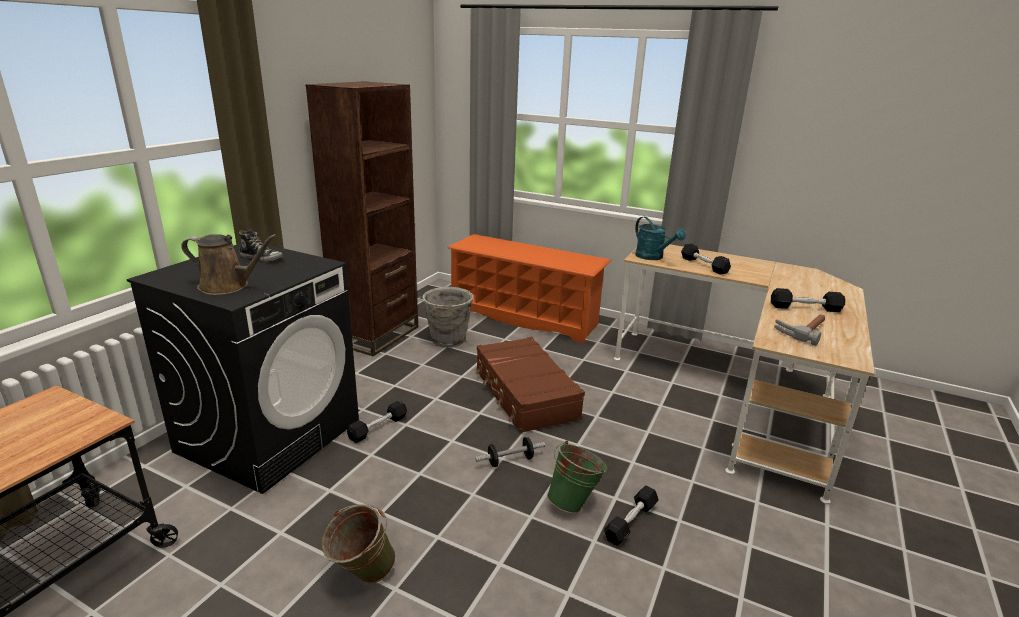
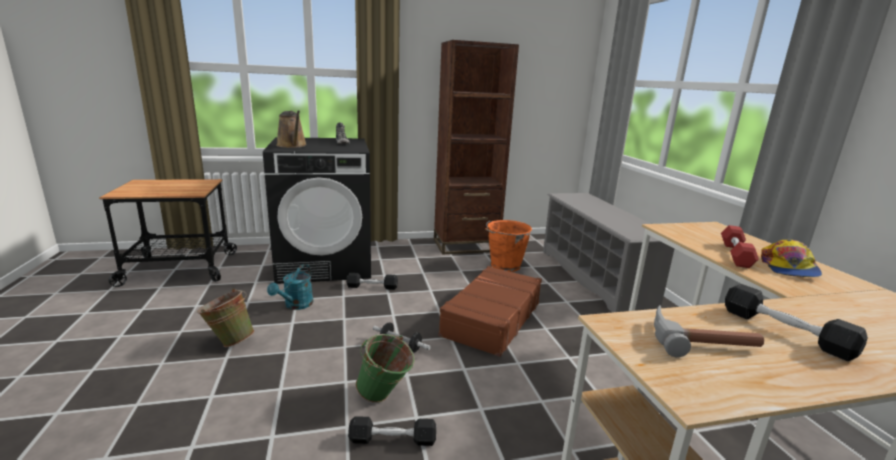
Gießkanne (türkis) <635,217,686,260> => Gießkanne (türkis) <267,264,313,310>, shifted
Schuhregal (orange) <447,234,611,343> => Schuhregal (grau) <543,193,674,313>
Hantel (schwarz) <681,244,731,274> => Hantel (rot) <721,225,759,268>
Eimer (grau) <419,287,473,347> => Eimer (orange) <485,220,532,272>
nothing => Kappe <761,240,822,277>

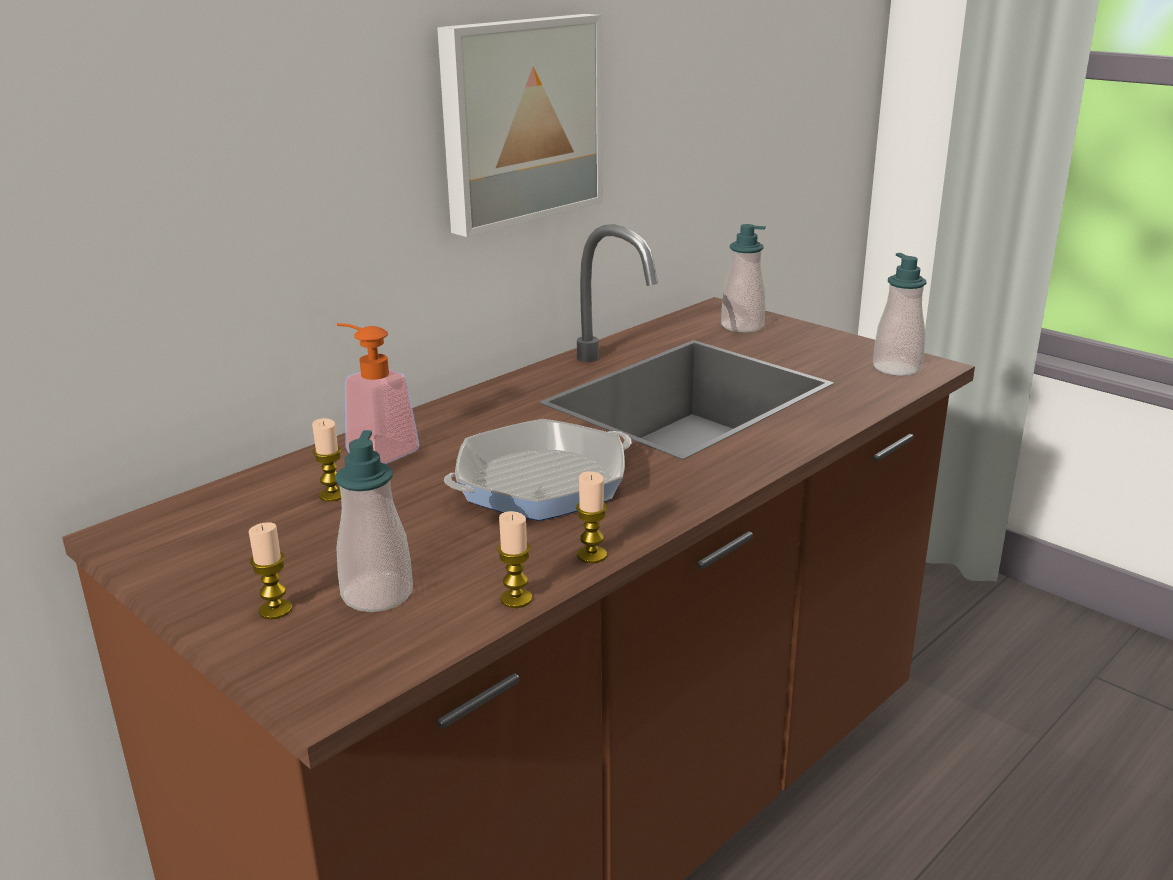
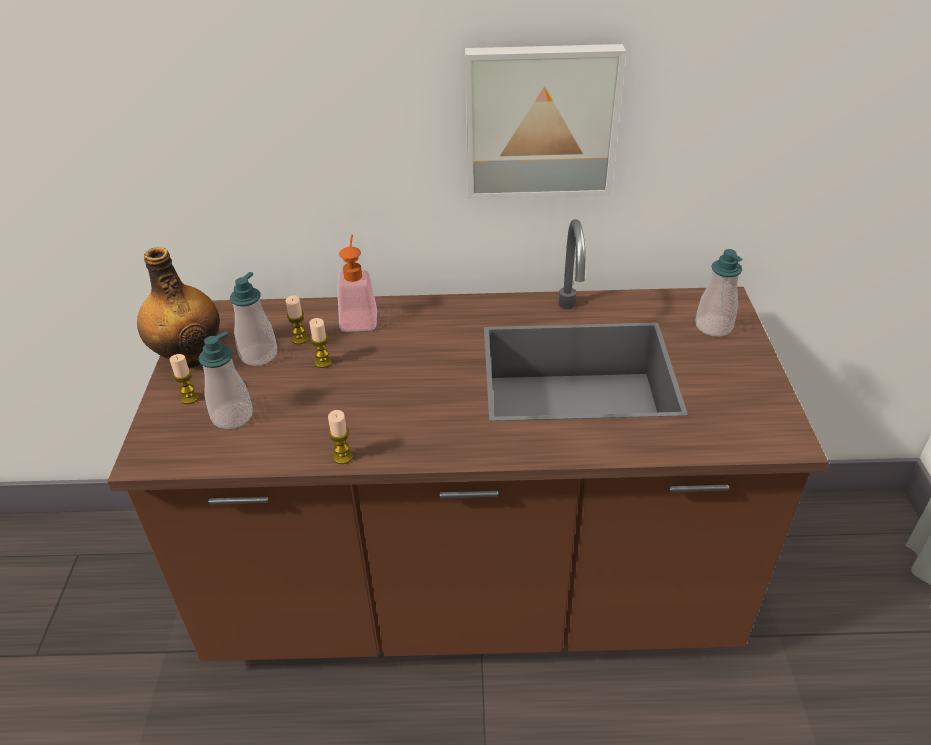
Seifenspender <873,253,926,376> => Seifenspender <230,272,277,366>, shifted
Pfanne <444,419,631,521> => nothing
Kerze <497,511,532,608> => Kerze <309,318,332,368>, shifted
nothing => Flasche <137,247,220,367>

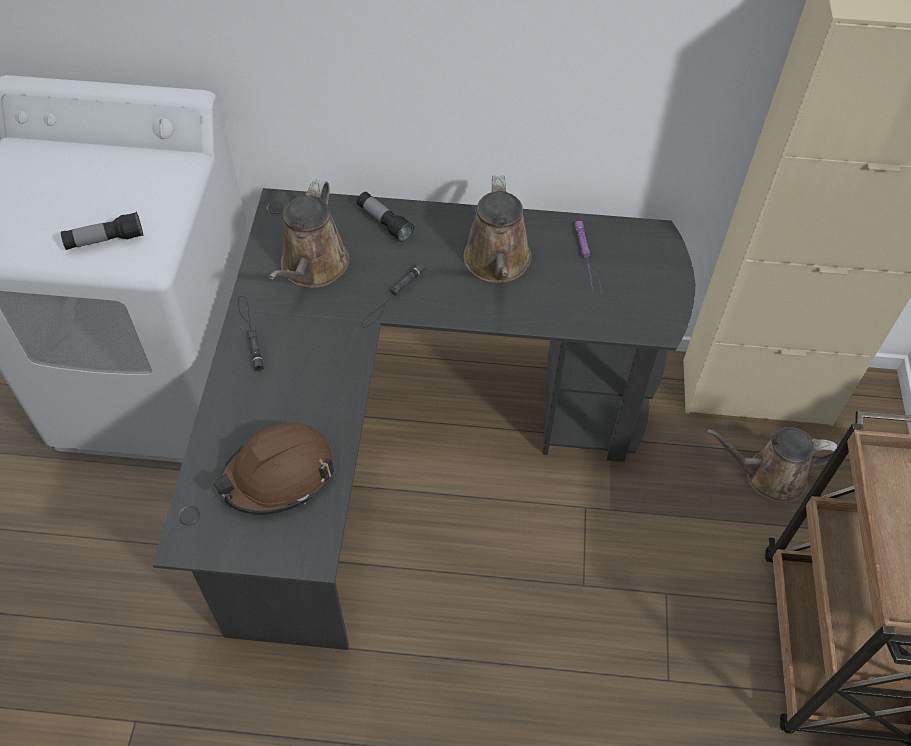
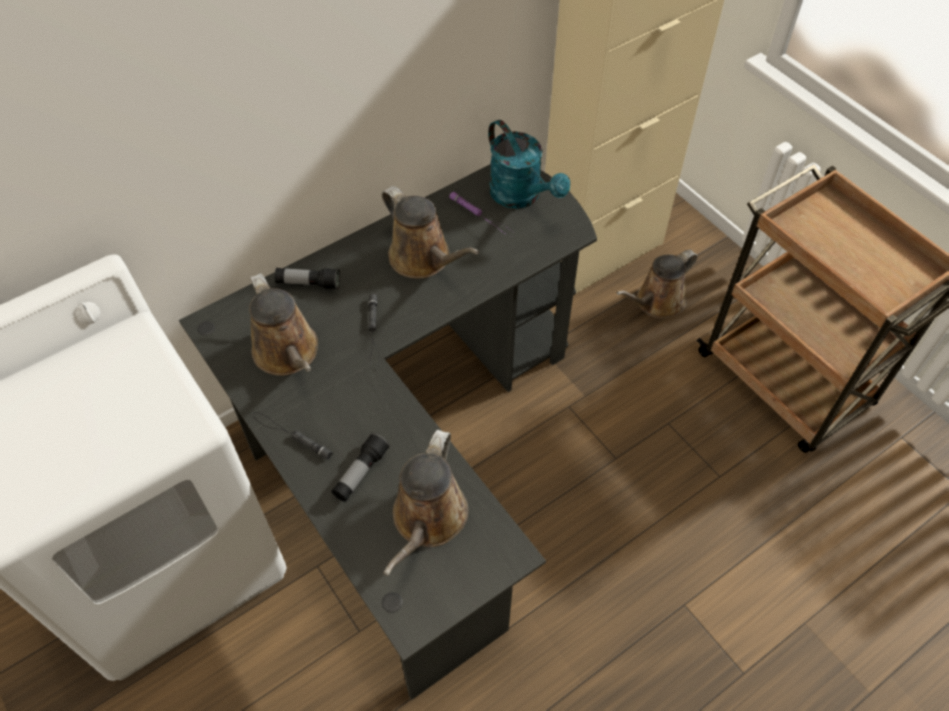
Taschenlampe <61,212,143,250> => Taschenlampe <331,433,390,502>, shifted
Schutzhelm (braun) <214,423,334,515> => Gießkanne (braun) <383,430,468,576>
nothing => Gießkanne (türkis) <488,120,570,209>

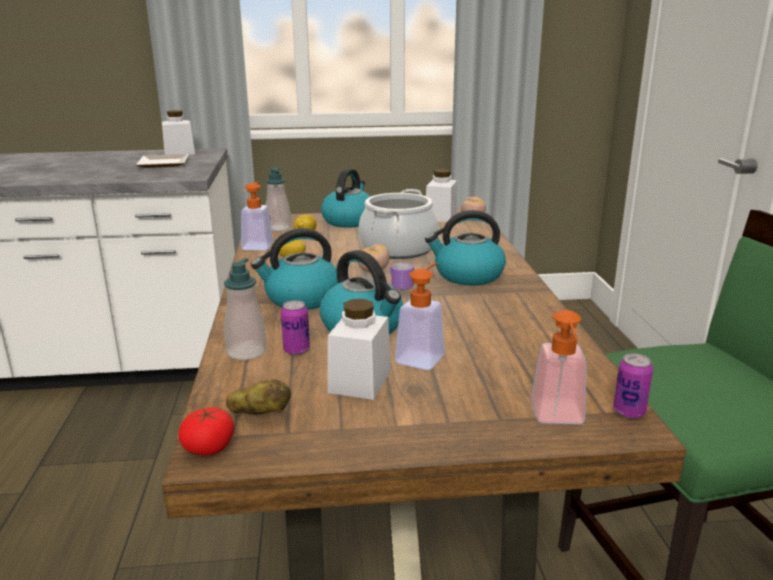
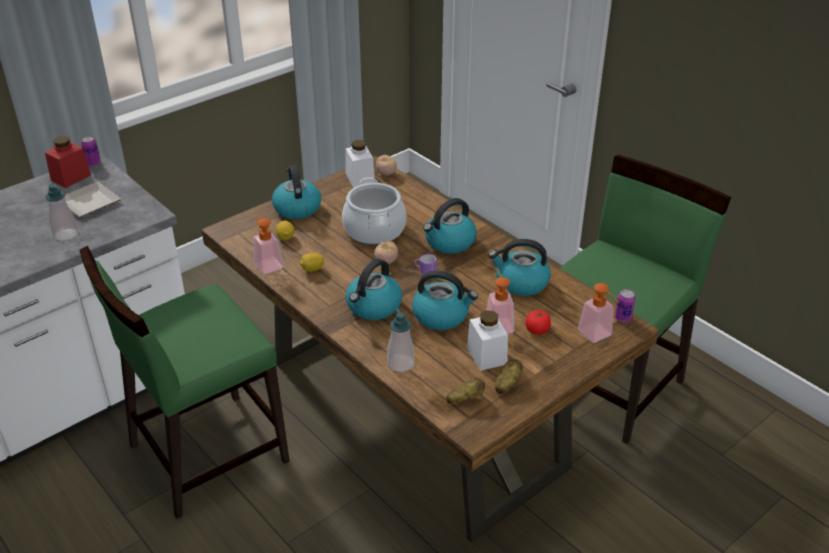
Vorratsglas (weiß) <162,110,195,155> => Vorratsglas (rot) <45,136,91,188>
Seifenspender <265,168,291,231> => Seifenspender <45,184,78,241>, shifted
Dose <281,300,310,355> => Dose <81,136,101,166>, shifted
Tomate <179,407,234,456> => Tomate <526,310,551,335>, shifted
nothing => Wasserkessel <489,239,551,296>
nothing => Stuhl (grün) <80,246,290,519>
nothing => Kartoffel <495,359,523,394>

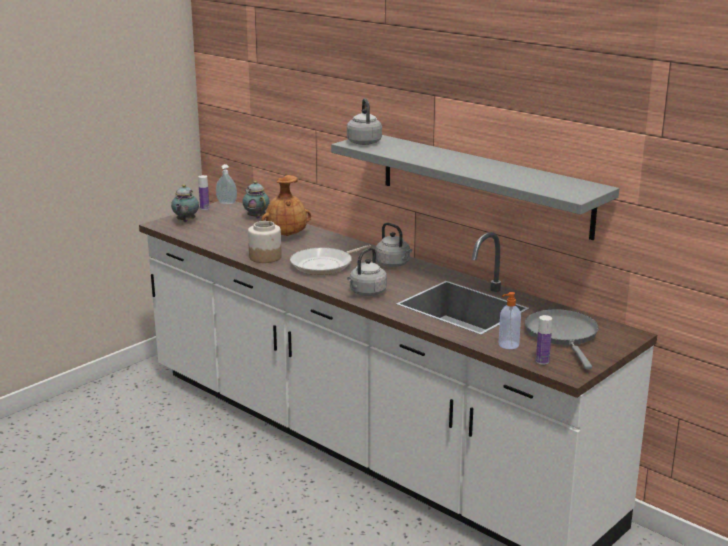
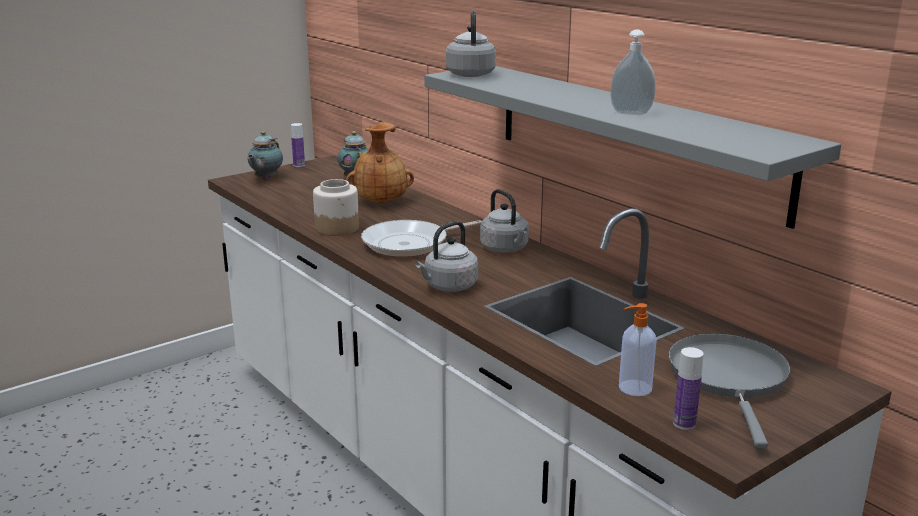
Seifenspender <216,164,237,204> => Seifenspender <610,29,656,115>, shifted

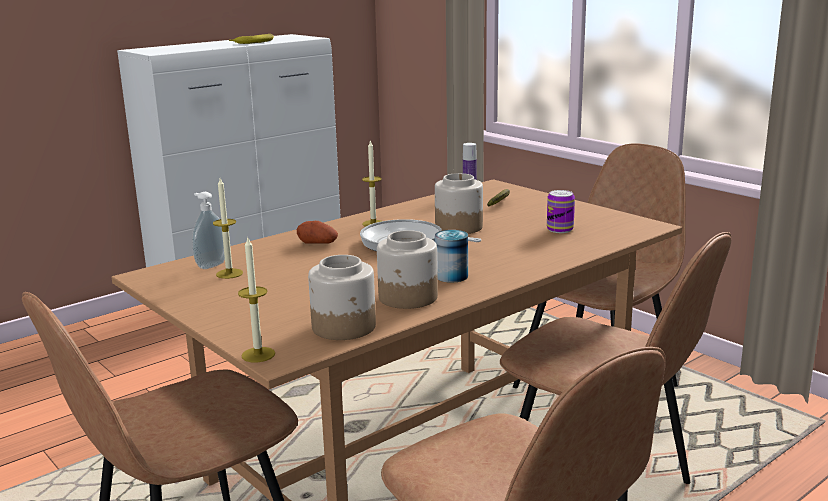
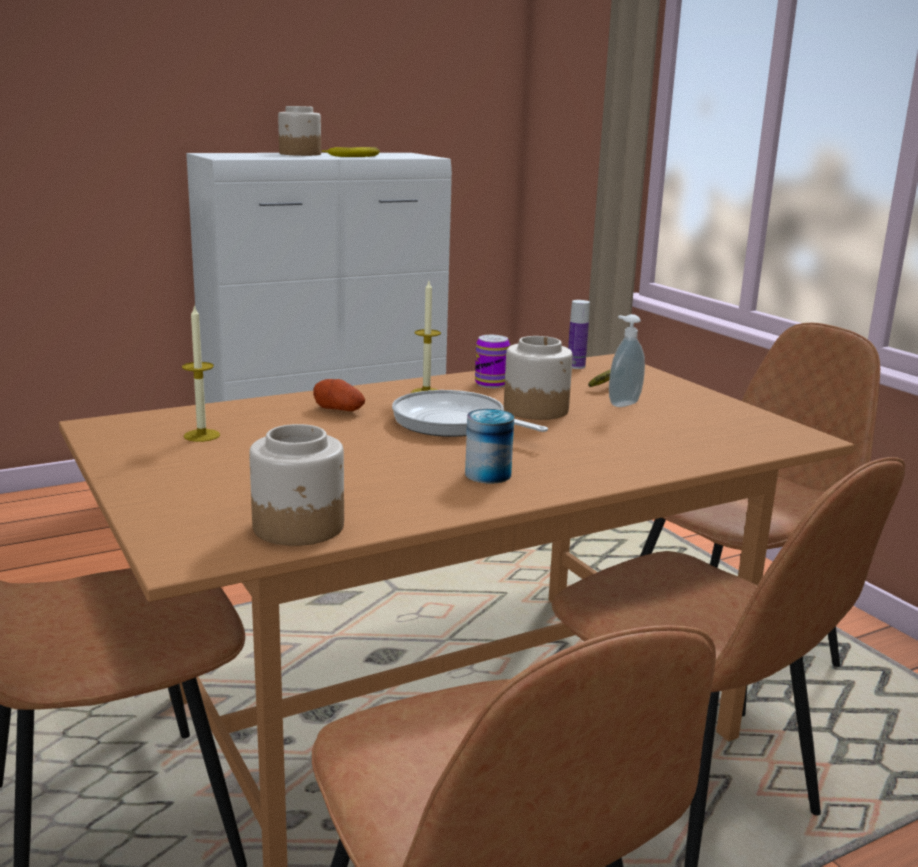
Dose <547,190,575,233> => Dose <475,335,510,388>, shifted
Seifenspender <192,192,225,269> => Seifenspender <609,314,645,407>, shifted
Vorratsglas <377,230,438,309> => Vorratsglas <278,106,321,156>, shifted
Kerze <238,236,275,362> => nothing

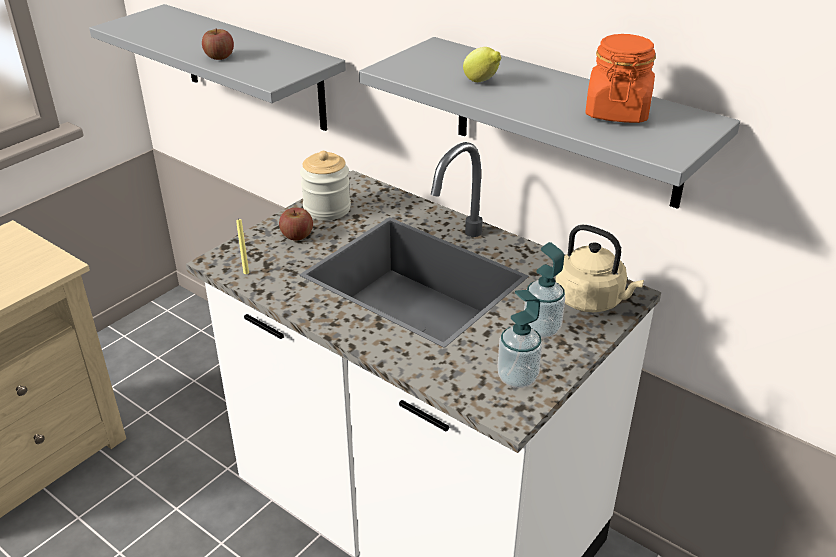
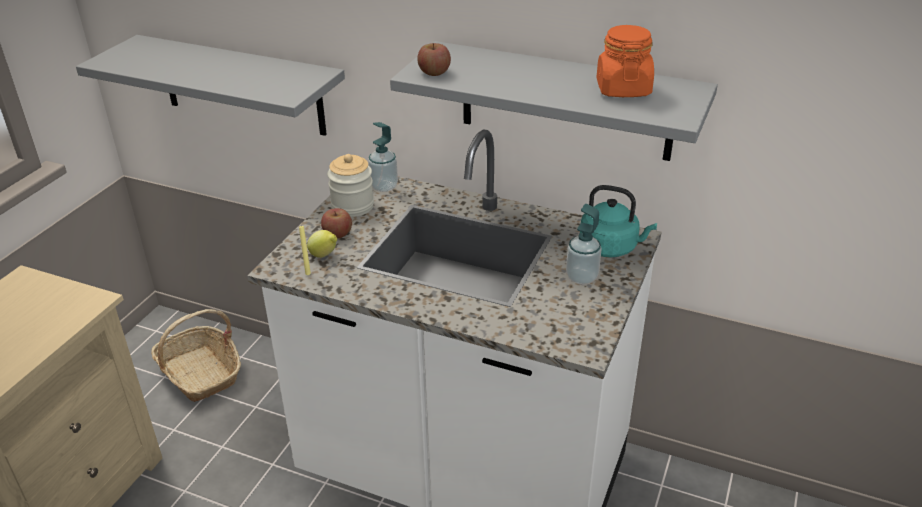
Apfel <202,29,234,60> => Apfel <417,43,451,76>, shifted
Zitrone <463,47,501,82> => Zitrone <307,230,337,258>, shifted
Wasserkessel (beige) <555,225,644,312> => Wasserkessel (türkis) <580,185,657,257>
Seifenspender <498,290,542,388> => Seifenspender <368,122,398,192>, shifted
nothing => Korb <151,309,241,402>

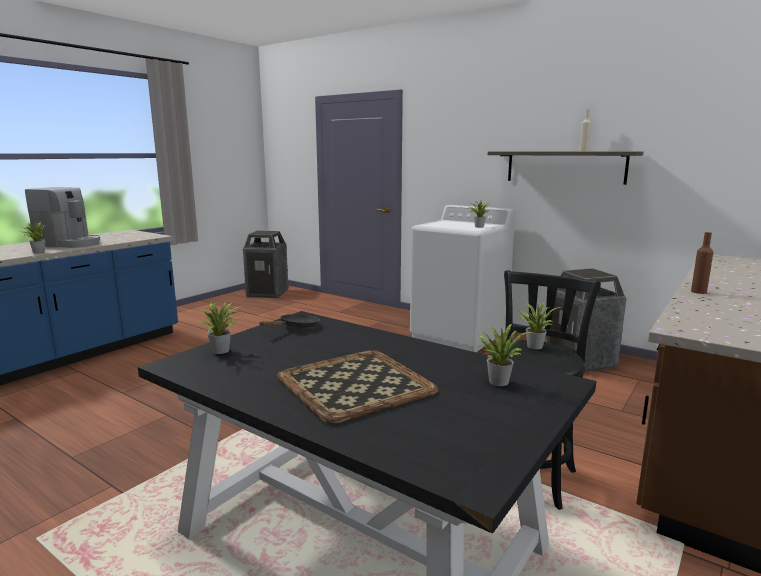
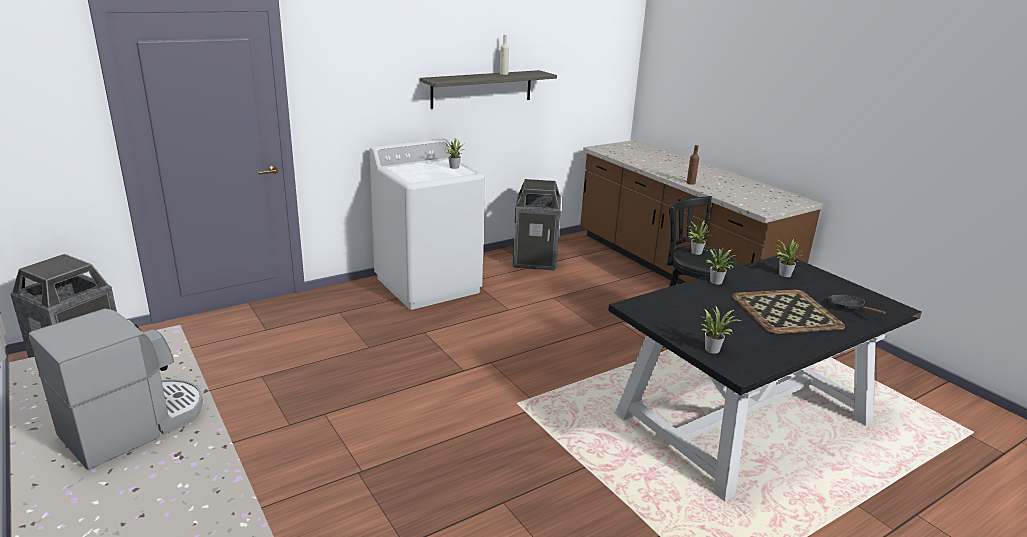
Topfpflanze <19,222,50,253> => Topfpflanze <702,247,737,285>, shifted
Pfanne (schwarz) <260,314,320,328> => Pfanne (schwarz) <828,295,885,314>, shifted

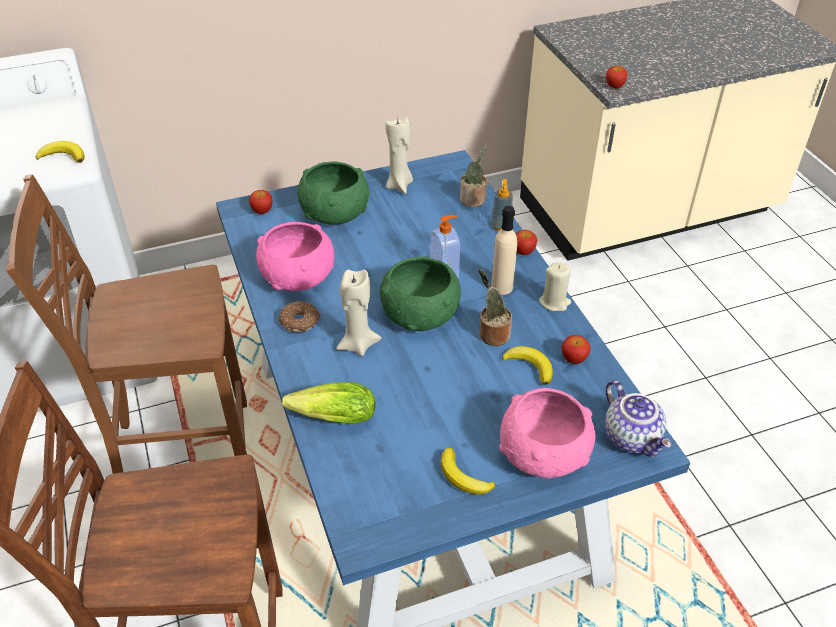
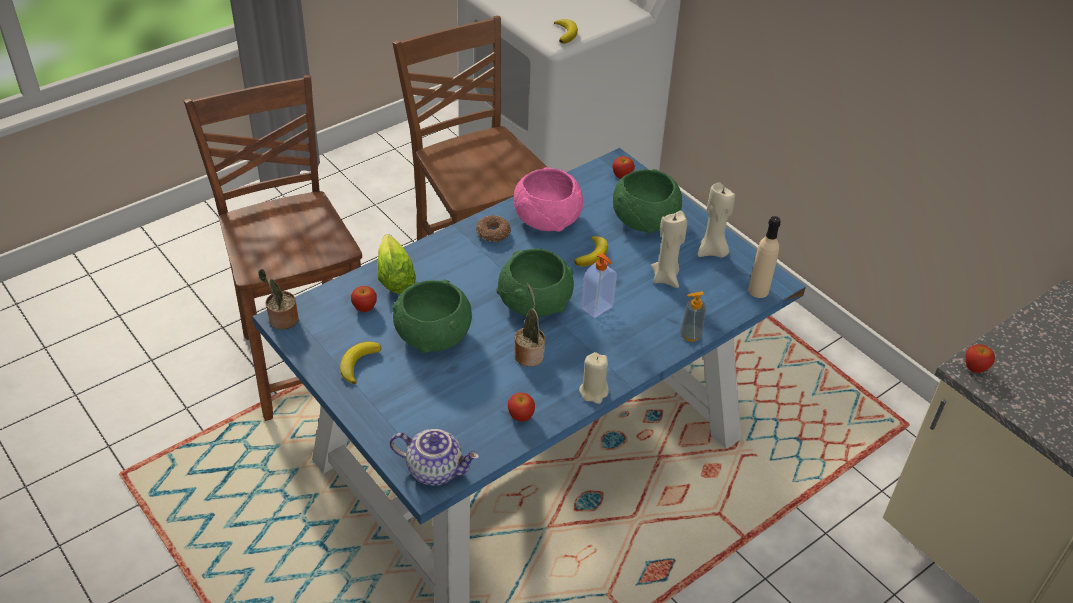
Topfpflanze <460,144,488,207> => Topfpflanze <258,269,298,330>, shifted
Flasche (beige) <491,206,517,295> => Flasche (beige) <748,216,781,298>, shifted
Apfel <516,230,537,255> => Apfel <351,286,377,312>, shifted
Kerze (beige) <336,270,381,356> => Kerze (beige) <651,211,687,288>, shifted
Banane <502,346,553,385> => Banane <574,236,608,267>, shifted
Teekanne <605,380,672,457> => Teekanne <390,429,479,486>, 120 degrees counterclockwise
Schüssel (rosa) <499,388,596,478> => nothing
nothing => Schüssel (grün) <392,279,472,353>

